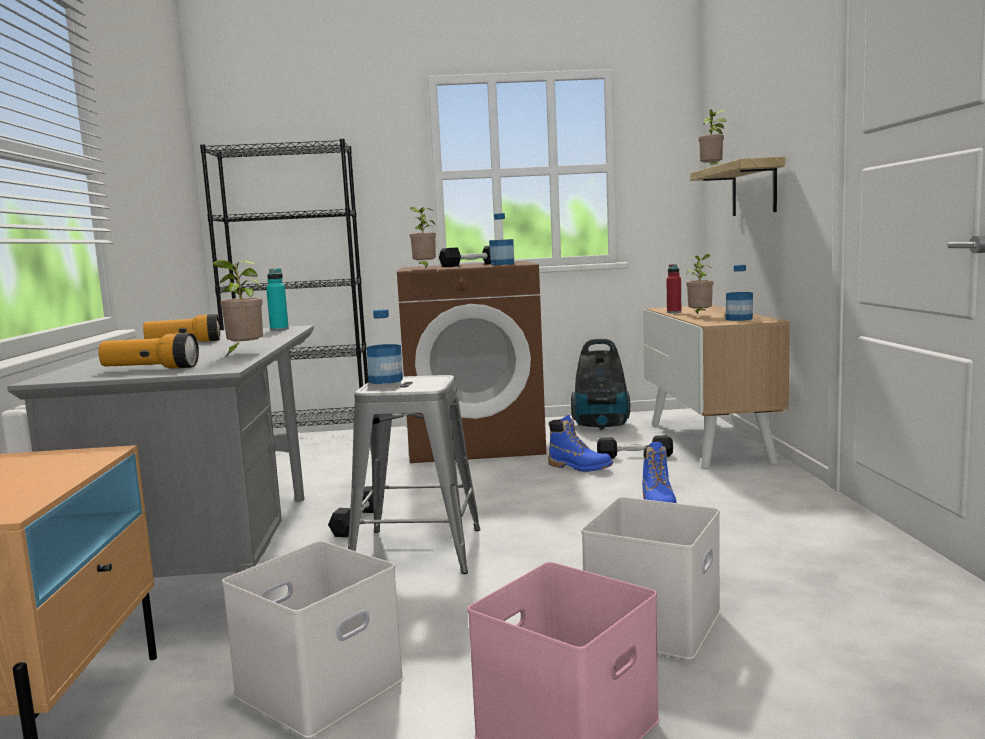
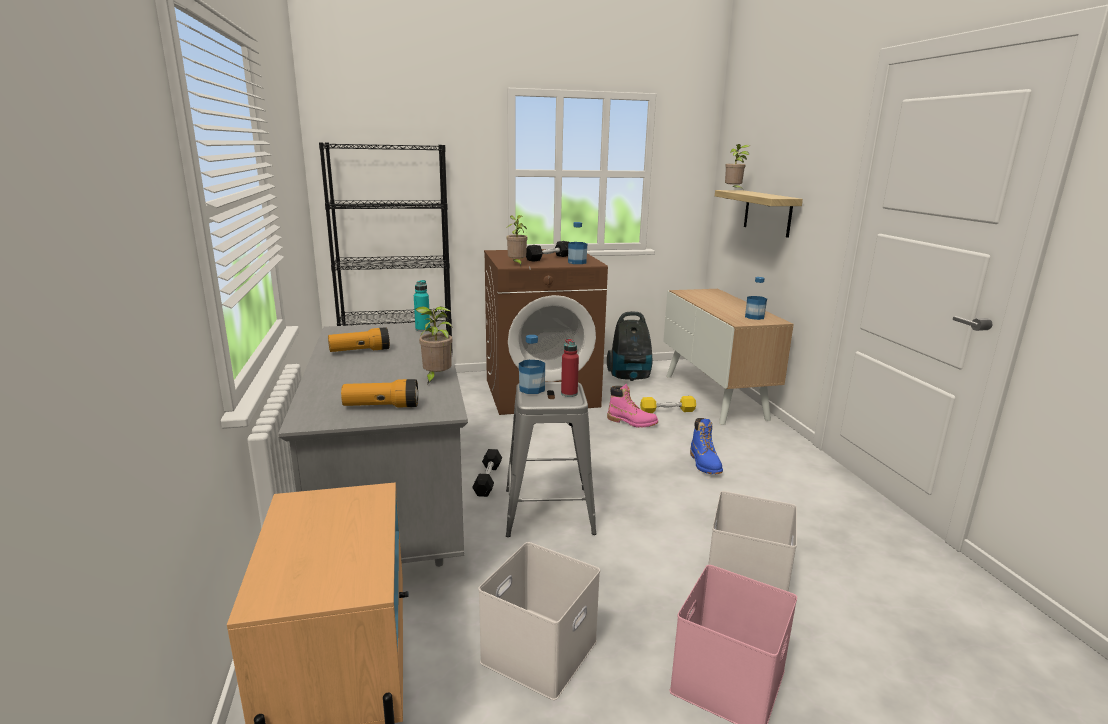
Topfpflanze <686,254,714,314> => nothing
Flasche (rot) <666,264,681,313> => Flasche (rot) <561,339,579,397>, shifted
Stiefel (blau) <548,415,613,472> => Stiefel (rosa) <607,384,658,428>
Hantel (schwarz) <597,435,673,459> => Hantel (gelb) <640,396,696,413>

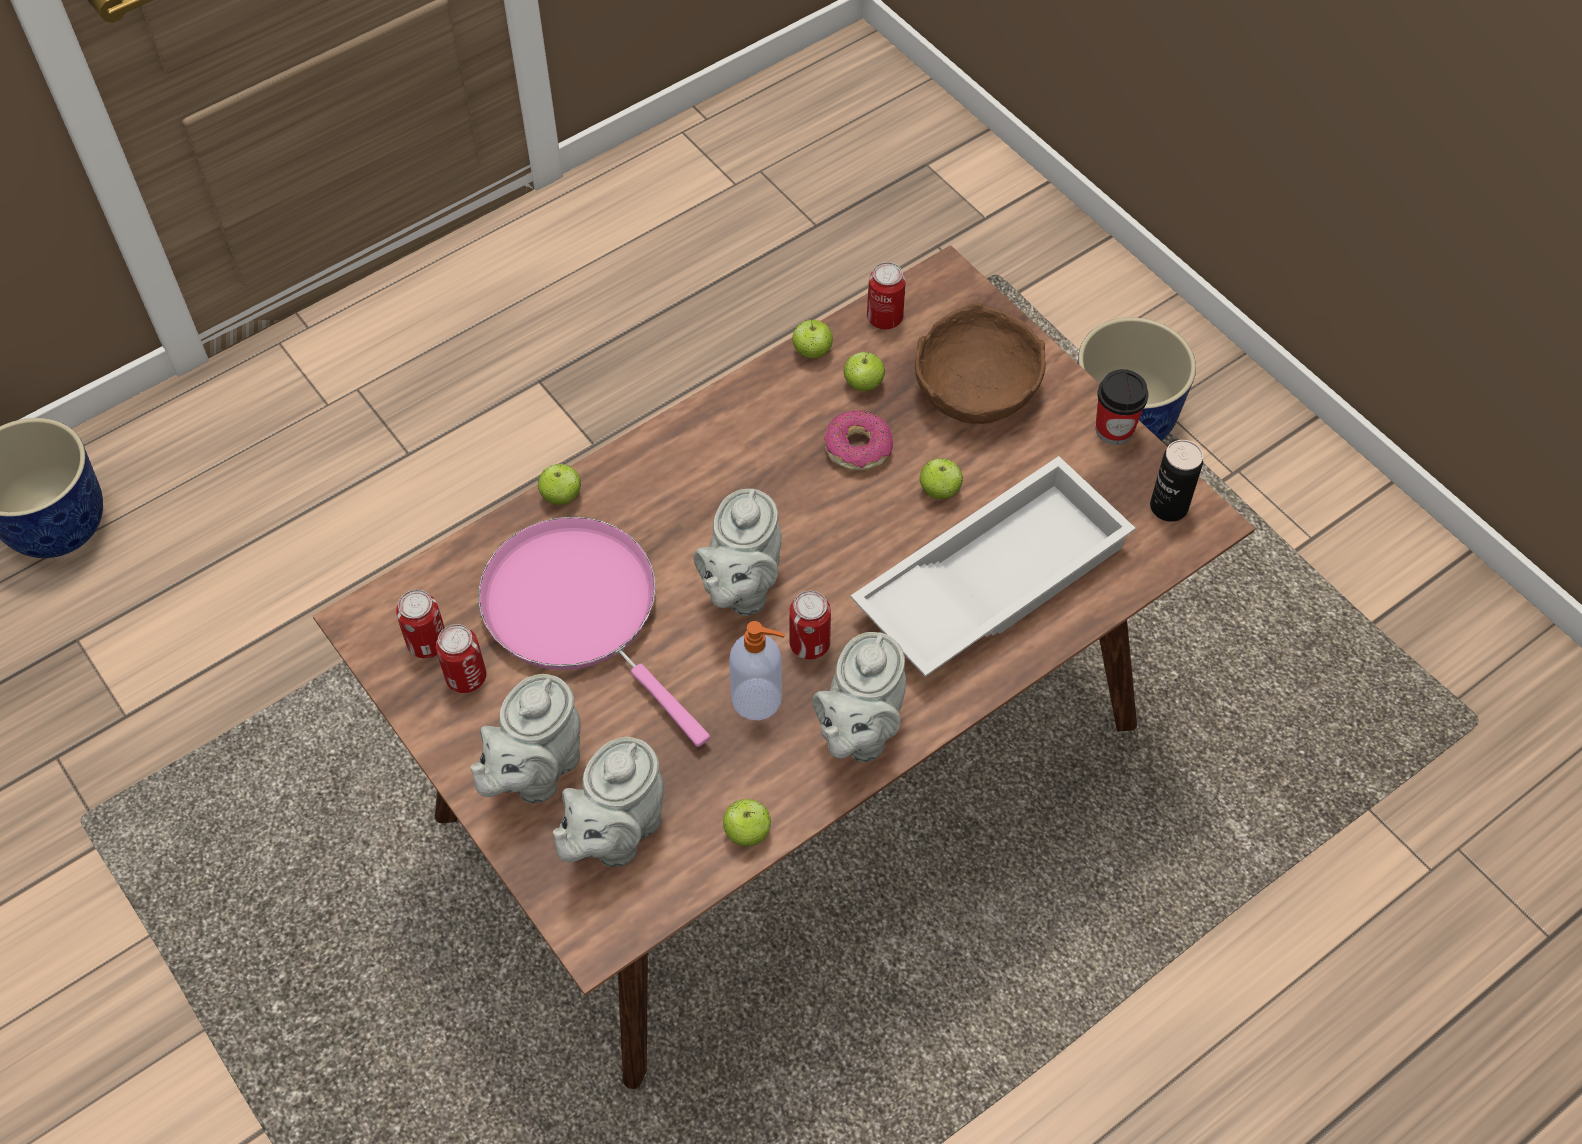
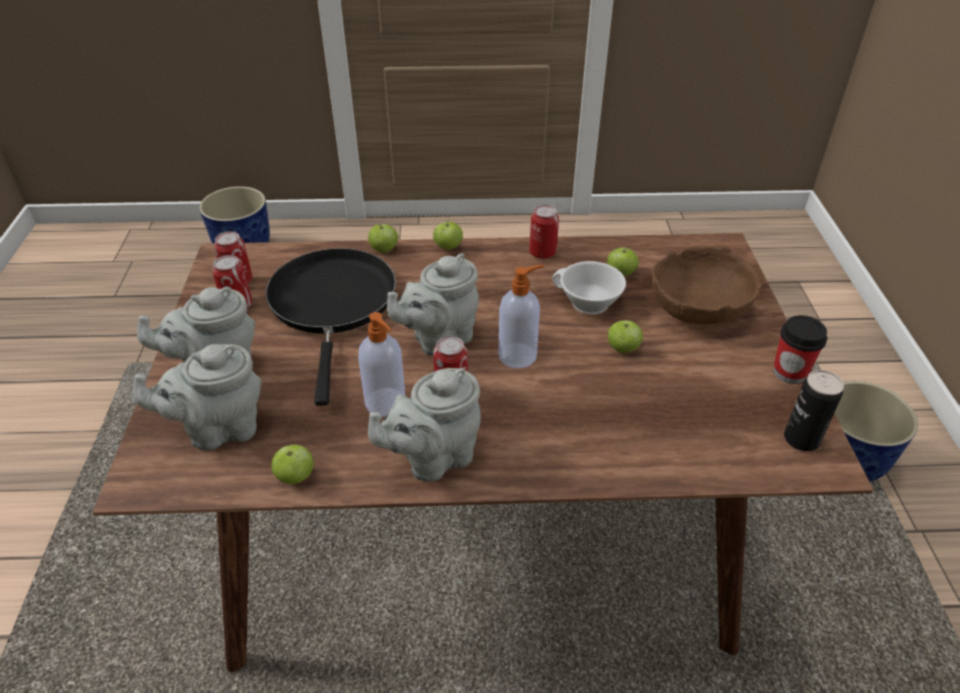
Dose <867,262,906,329> => Dose <529,205,559,259>, shifted
Apfel <792,318,833,359> => Apfel <433,218,463,250>, shifted
Donut <824,411,893,470> => Tasse (weiß) <552,261,626,314>
Tablett (weiß) <850,456,1136,677> => nothing
Pfanne (rosa) <478,517,710,747> => Pfanne (schwarz) <266,248,396,406>
nothing => Seifenspender <498,265,544,369>

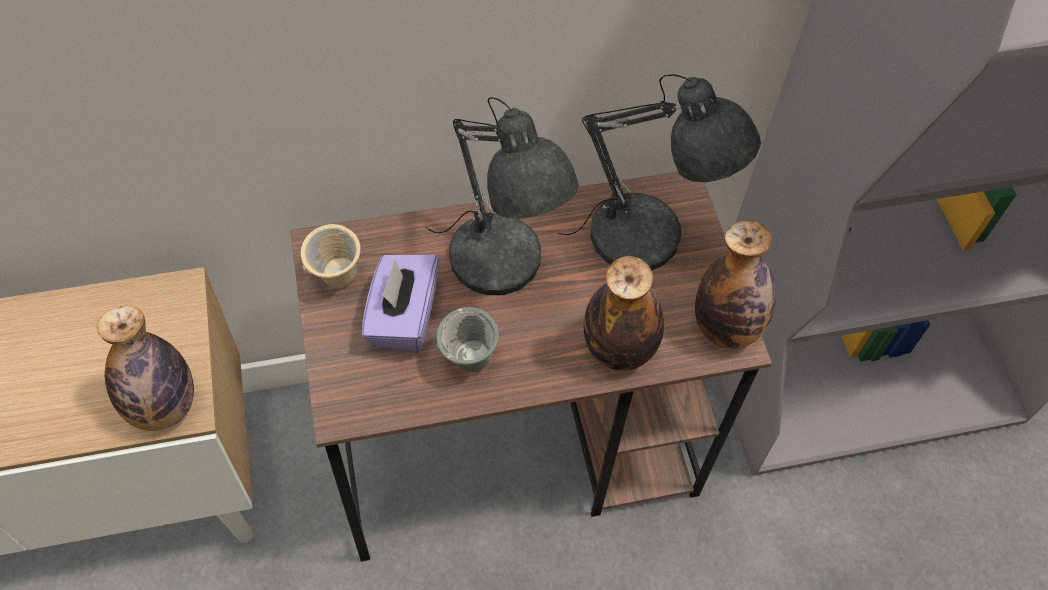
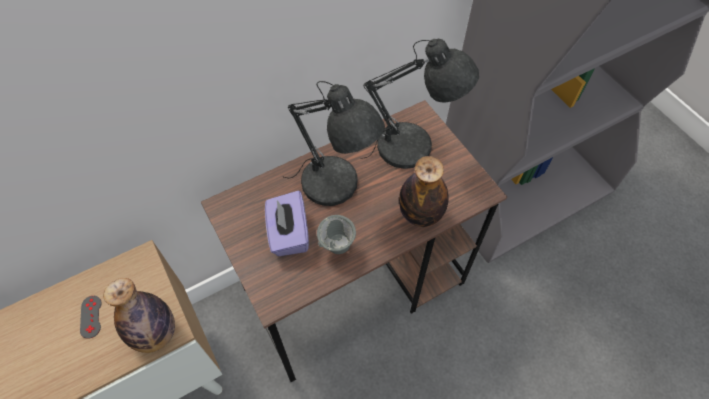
Flasche <695,221,776,349> => nothing
Henkelbecher (beige) <301,224,360,287> => nothing
nothing => Gamepad (grau) <80,296,102,339>

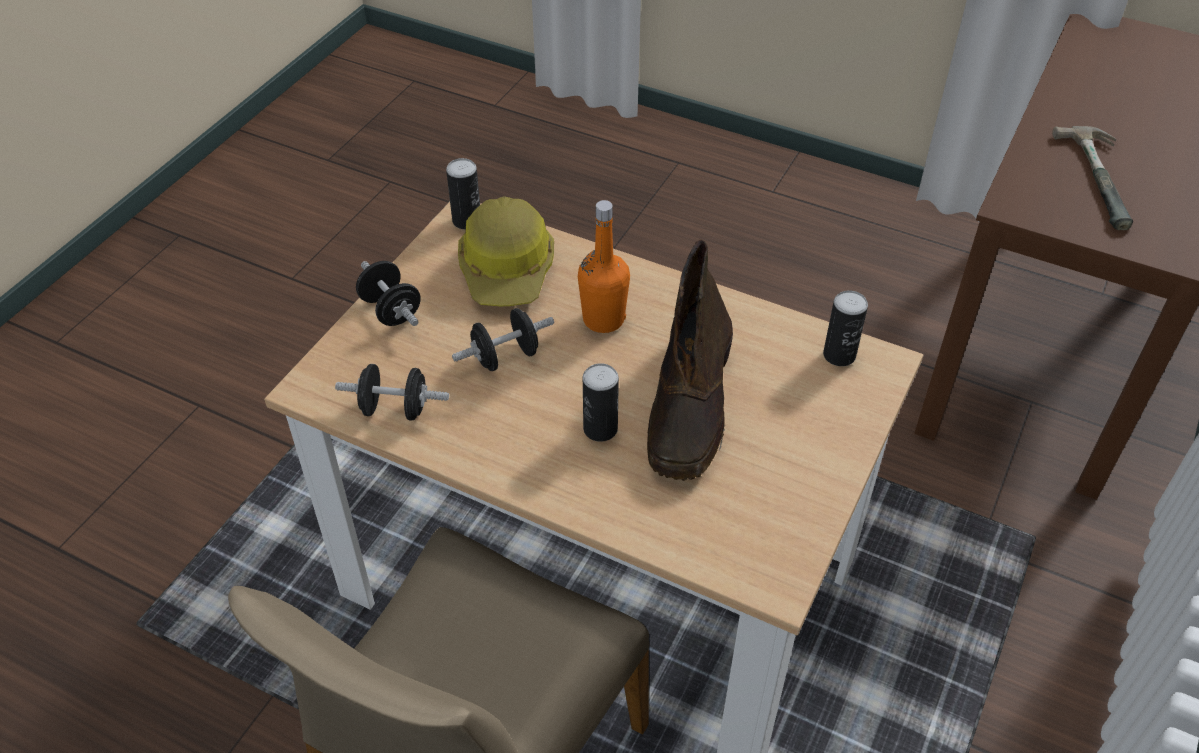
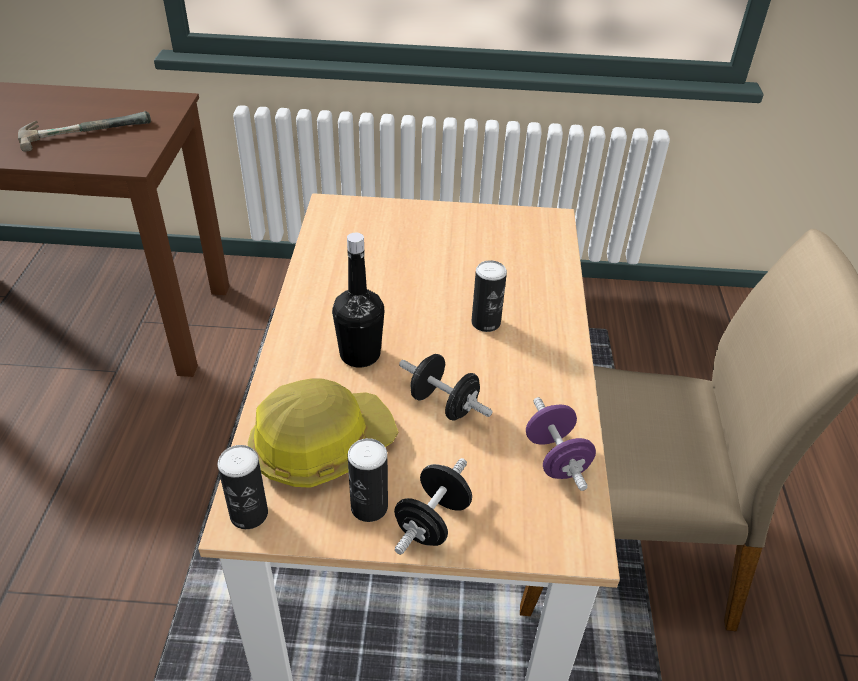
Flasche (orange) <578,200,630,333> => Flasche (schwarz) <332,233,384,368>
Stiefel (braun) <647,239,733,481> => nothing
Dose <823,290,868,366> => Dose <348,438,388,522>, shifted
Hantel (schwarz) <335,364,449,421> => Hantel (lila) <526,397,596,491>

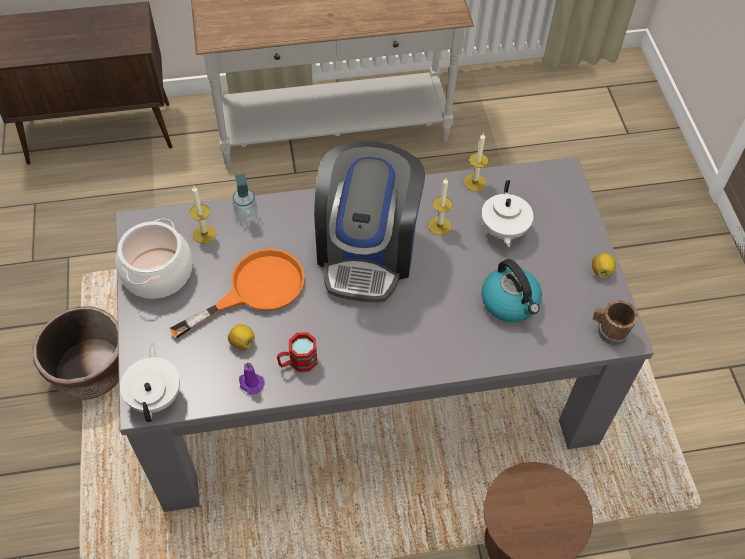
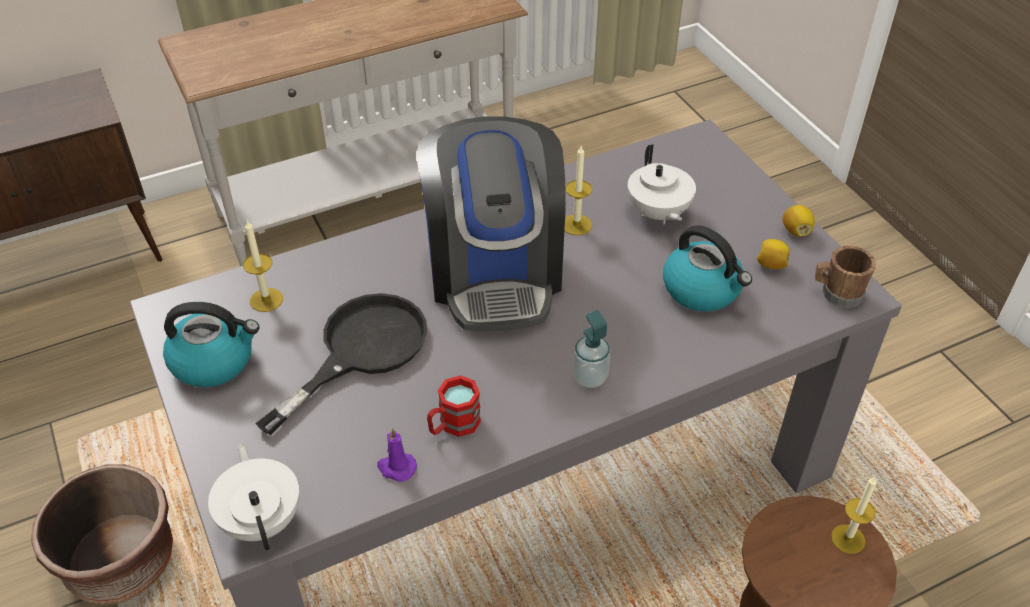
Kerze <464,133,489,191> => Kerze <831,477,877,554>, shifted
Seifenspender <232,174,257,222> => Seifenspender <573,310,610,388>, shifted
Kochtopf <115,218,193,299> => Wasserkessel <163,302,259,387>
Pfanne (orange) <170,248,305,338> => Pfanne (schwarz) <255,293,427,435>
Zitrone <228,324,255,350> => Zitrone <757,239,790,269>, shifted

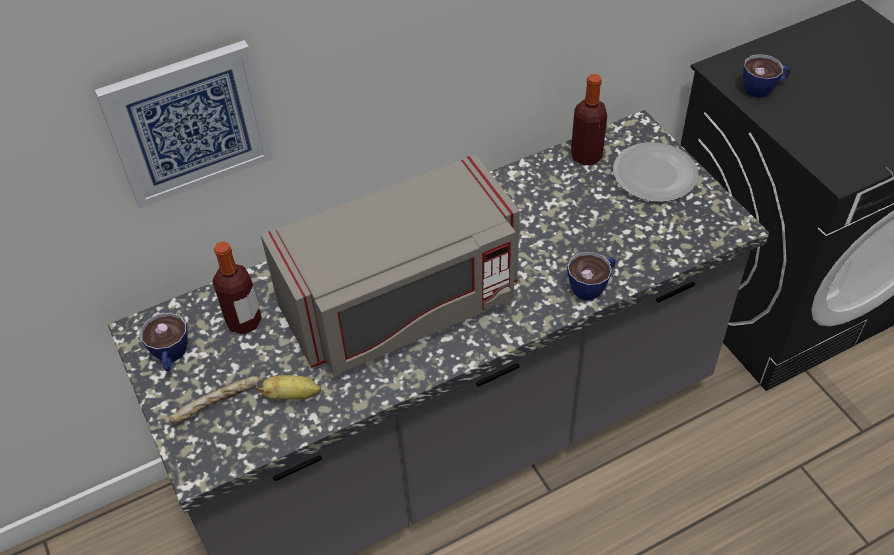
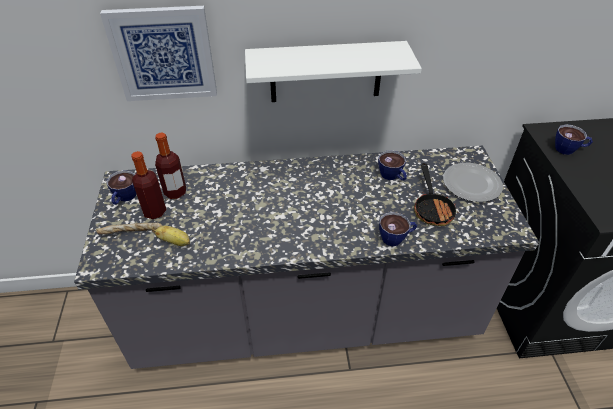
Flasche <571,74,607,165> => Flasche <131,151,167,219>, shifted
Mikrowelle (grau) <261,154,520,376> => nothing
nothing => Wandregal (weiß) <245,41,422,102>
nothing => Tasse <378,151,407,181>
nothing => Pfanne <414,163,459,226>

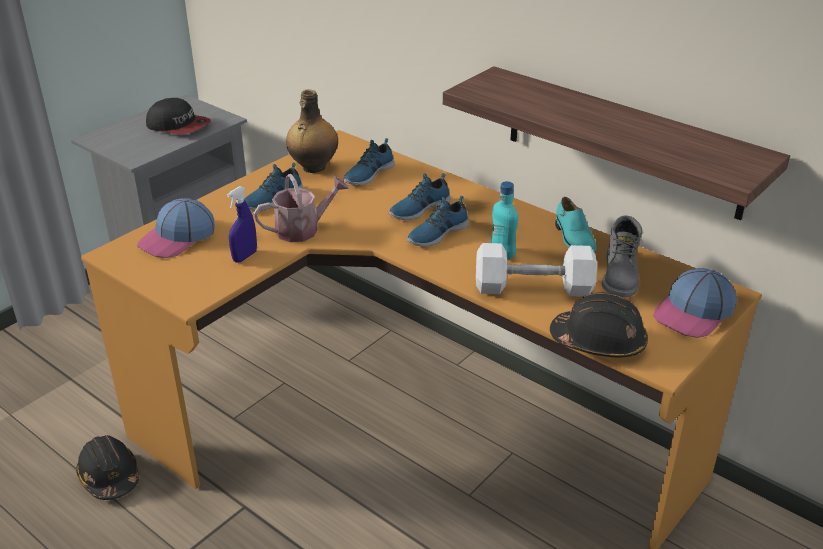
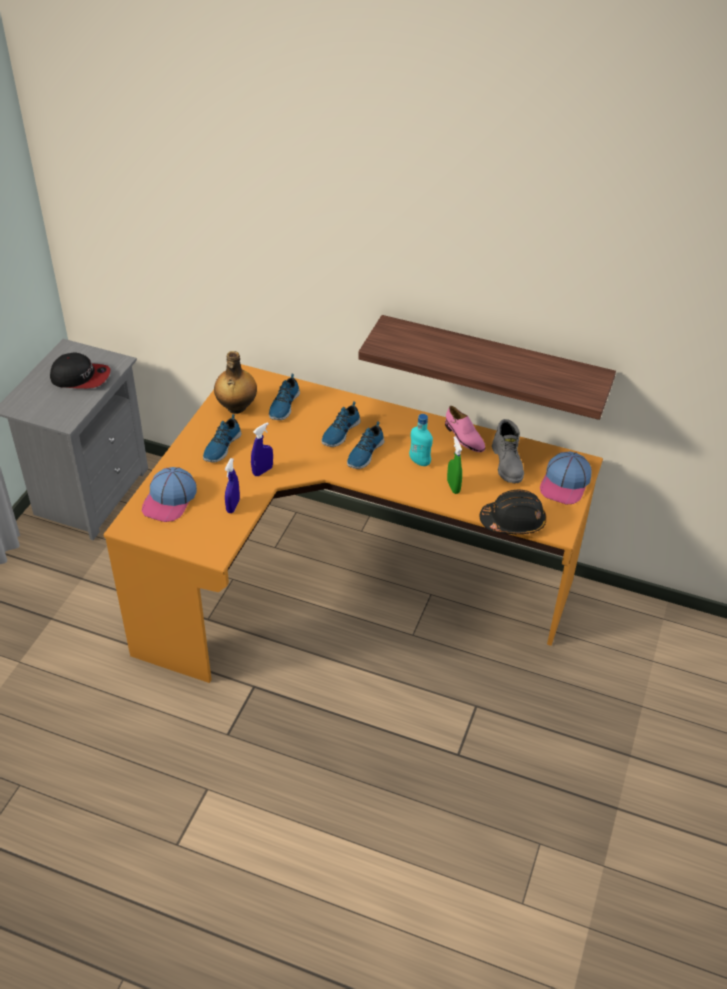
Gießkanne <254,174,349,242> => Sprühflasche (blau) <251,422,273,476>
Schuh (türkis) <555,197,596,254> => Schuh (rosa) <445,406,485,452>
Hantel (weiß) <476,243,597,297> => Sprühflasche (grün) <447,436,462,494>
Schutzhelm (schwarz) <76,435,139,500> => nothing

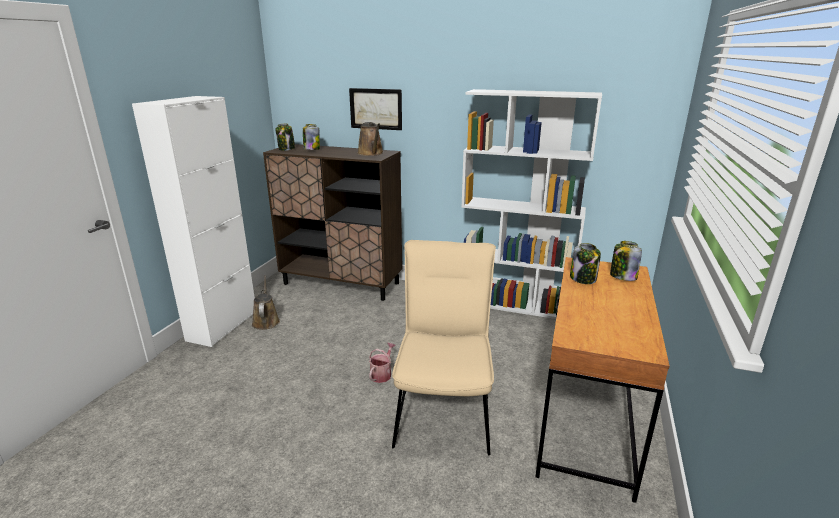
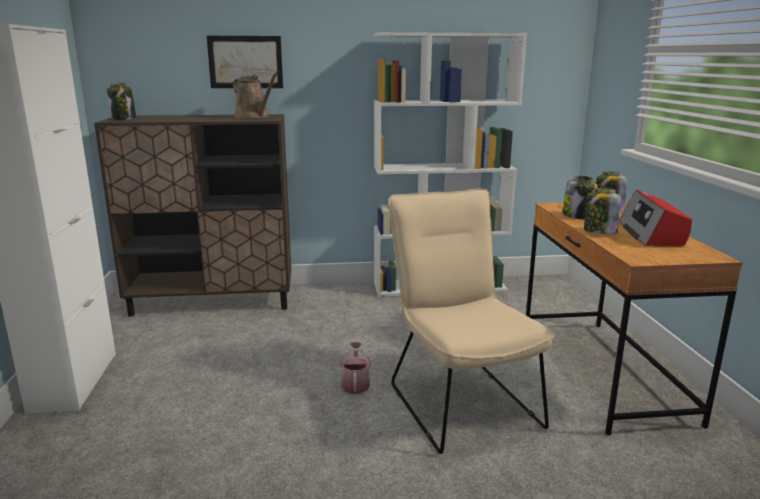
Vorratsglas <303,124,320,150> => Vorratsglas <584,188,621,234>, shifted
Gießkanne (braun) <252,276,280,330> => nothing
nothing => Radio <619,190,692,246>

